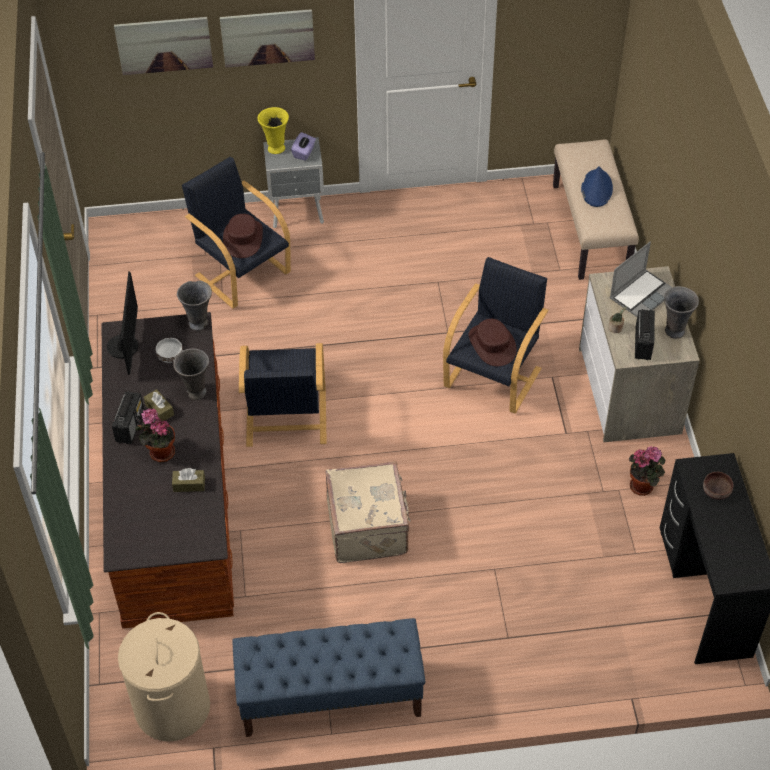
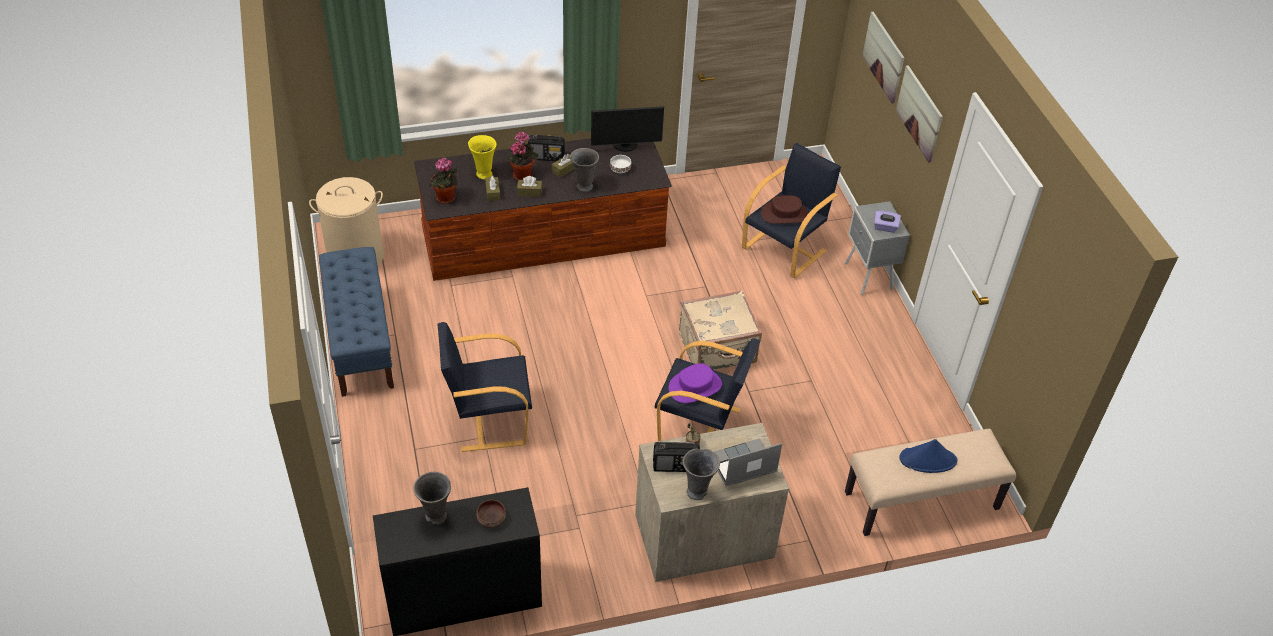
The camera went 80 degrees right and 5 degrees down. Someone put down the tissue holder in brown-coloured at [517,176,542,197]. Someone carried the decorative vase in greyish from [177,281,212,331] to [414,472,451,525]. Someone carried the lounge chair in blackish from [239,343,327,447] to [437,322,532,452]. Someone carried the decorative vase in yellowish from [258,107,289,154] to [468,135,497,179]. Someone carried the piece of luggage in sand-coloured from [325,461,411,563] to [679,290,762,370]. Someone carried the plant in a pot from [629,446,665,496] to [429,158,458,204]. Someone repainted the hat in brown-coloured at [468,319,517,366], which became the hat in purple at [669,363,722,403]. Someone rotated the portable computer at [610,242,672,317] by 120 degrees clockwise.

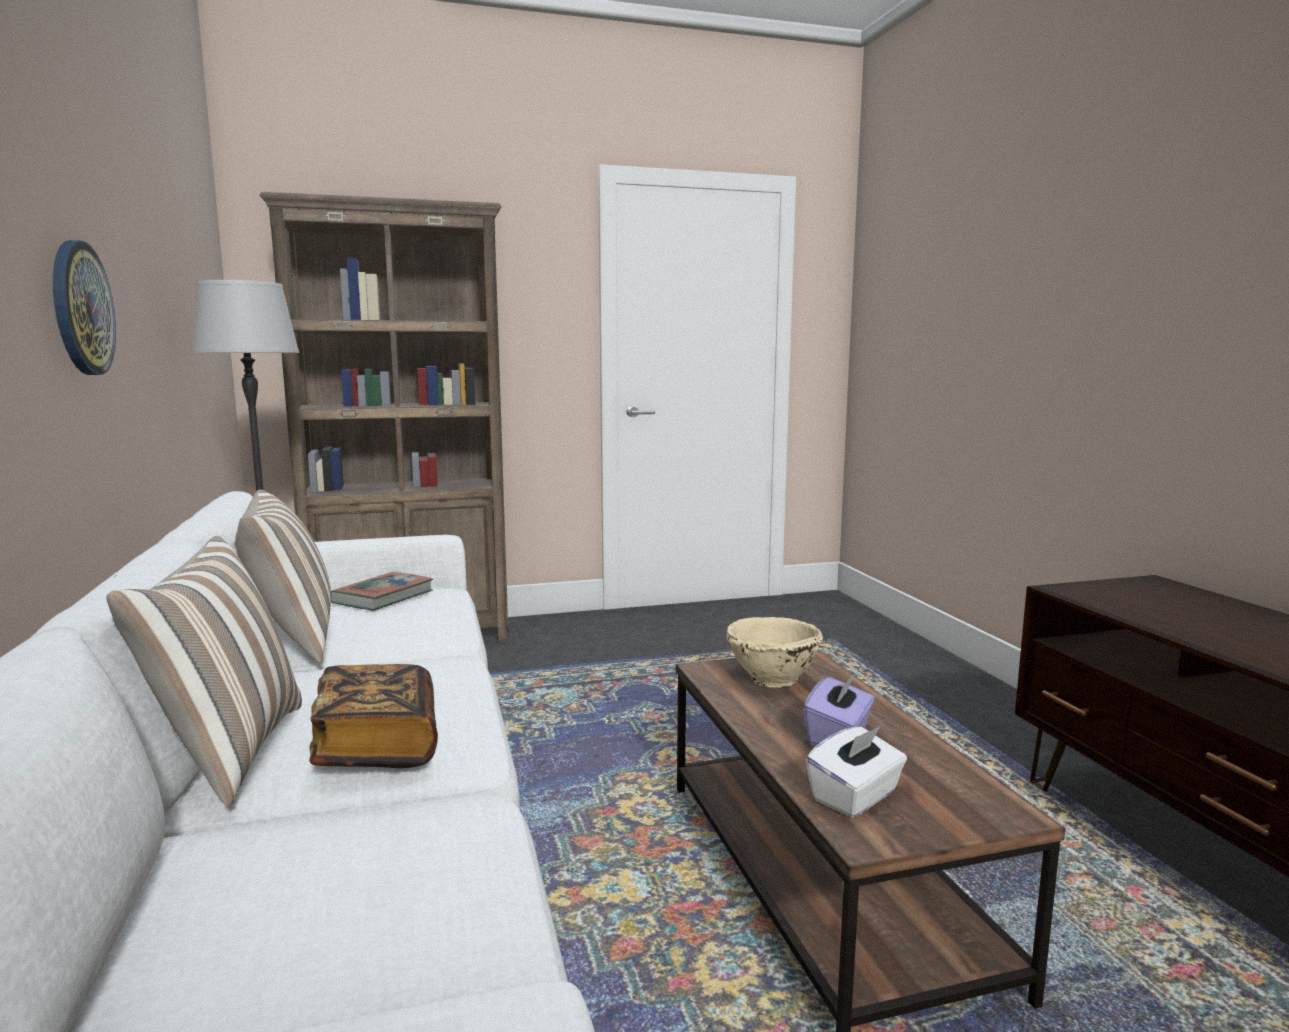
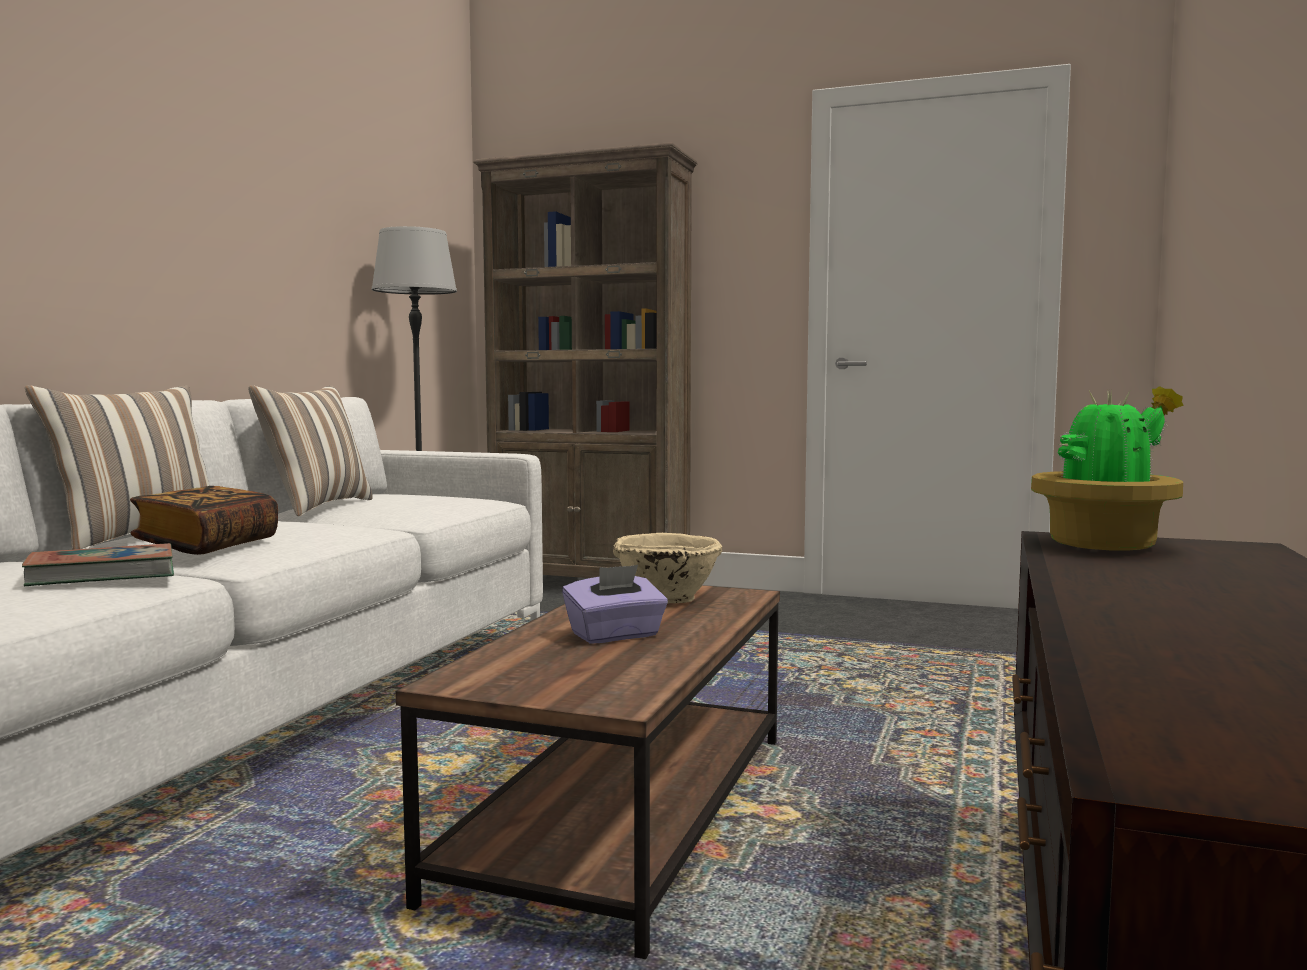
The camera went 35 degrees right and 5 degrees down. Someone took away the wall clock at [53,240,116,375]. Someone took away the tissue holder in whitish at [806,726,907,818]. Someone put down the plant in a pot at [1031,386,1184,551]. Someone carried the volume from [331,572,433,611] to [22,543,174,586].

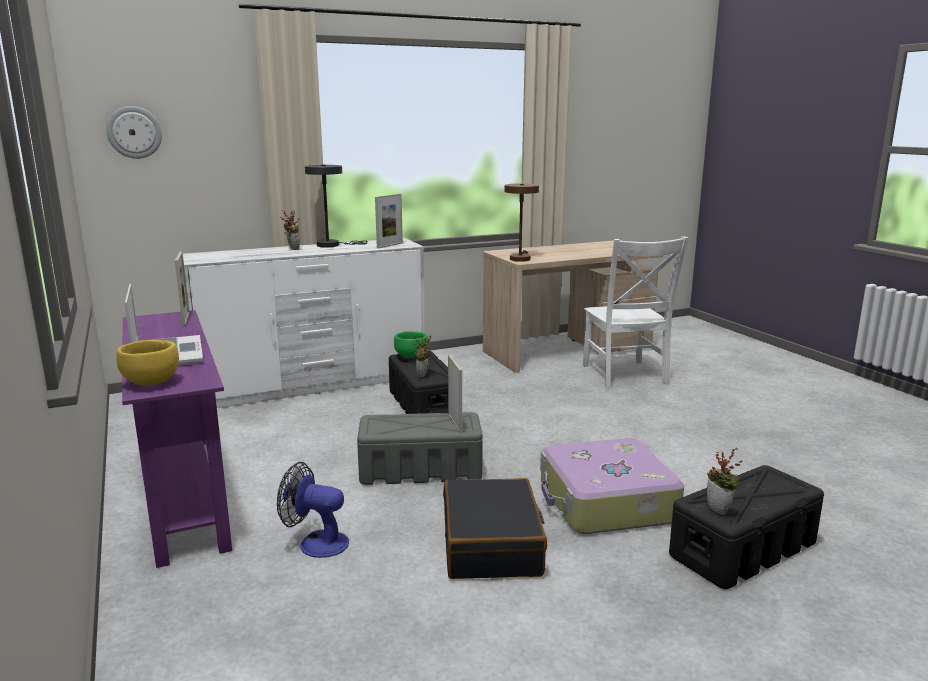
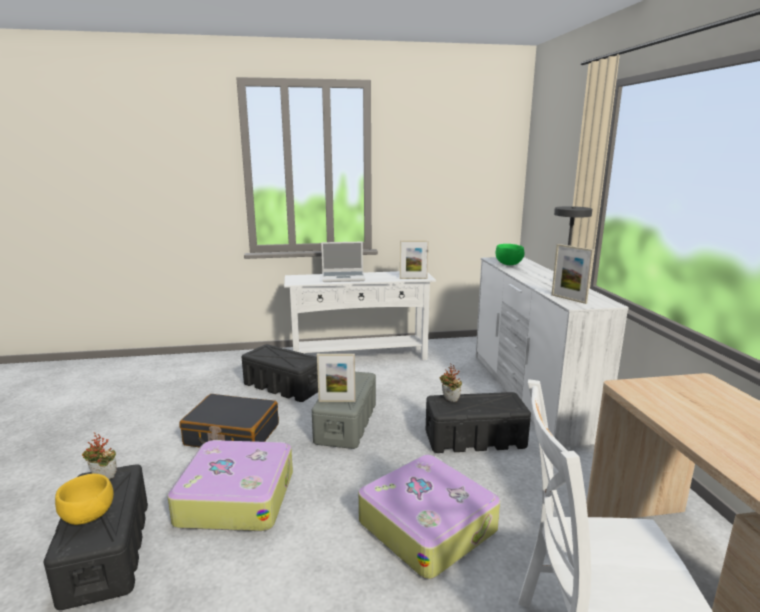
The camera went 105 degrees right and 0 degrees up. Someone took away the wall clock at [106,106,162,159]. Someone took away the plant in a pot at [280,210,300,250]. Someone took away the lamp for a table in brown-coloured at [504,184,539,262]. Someone put down the piece of luggage at [358,455,500,579]. Someone carried the serving bowl in yellowish from [117,340,179,385] to [55,474,114,525]. Someone carried the serving bowl in greenish from [394,331,429,359] to [495,244,524,265]. Someone swapped the cooling fan at [277,462,349,558] for the storage box in blackish at [242,344,318,402]. Someone repainted the hall table in purple at [122,310,232,568], which became the hall table in whitish at [284,271,436,360].

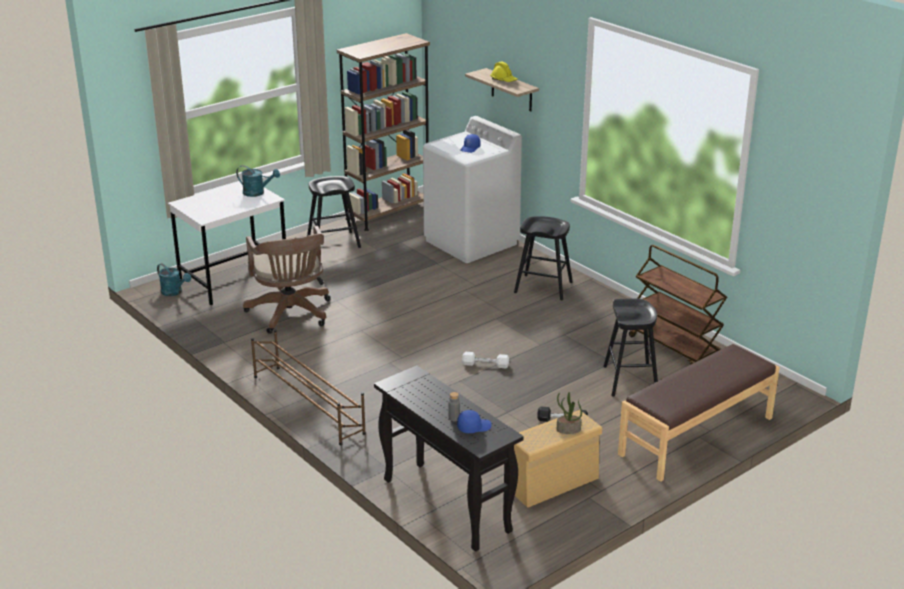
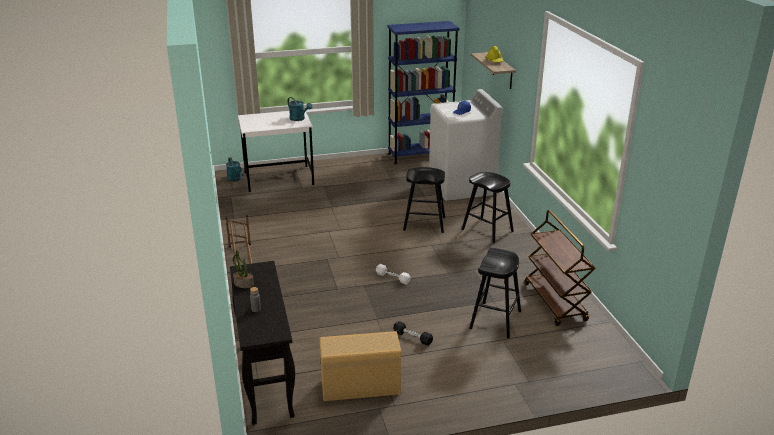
The camera went 25 degrees right and 0 degrees up. Someone took away the desk chair in brown-coloured at [243,226,331,334]. Someone took away the peaked cap in bluish at [457,410,492,433]. Someone took away the indoor bench in brown-coloured at [618,344,780,482]. Someone carried the stool in blackish from [307,176,361,248] to [403,167,445,233]. Someone carried the plant in a pot from [557,392,582,434] to [233,251,254,288]. Someone repainted the shelving unit in brown-coloured at [337,33,430,231], which became the shelving unit in bluish at [387,21,460,164].

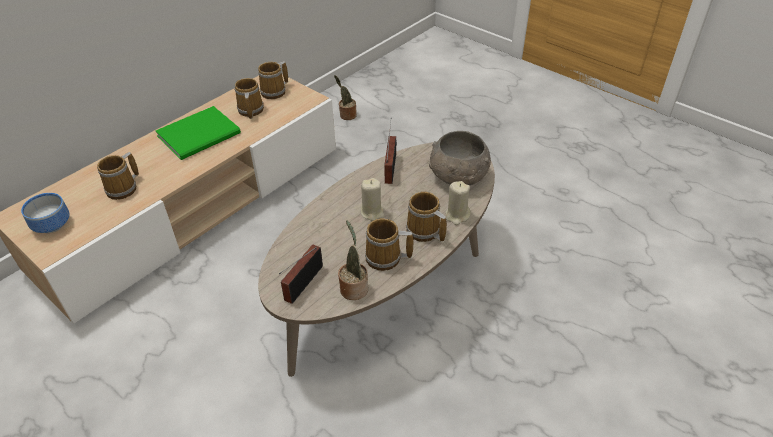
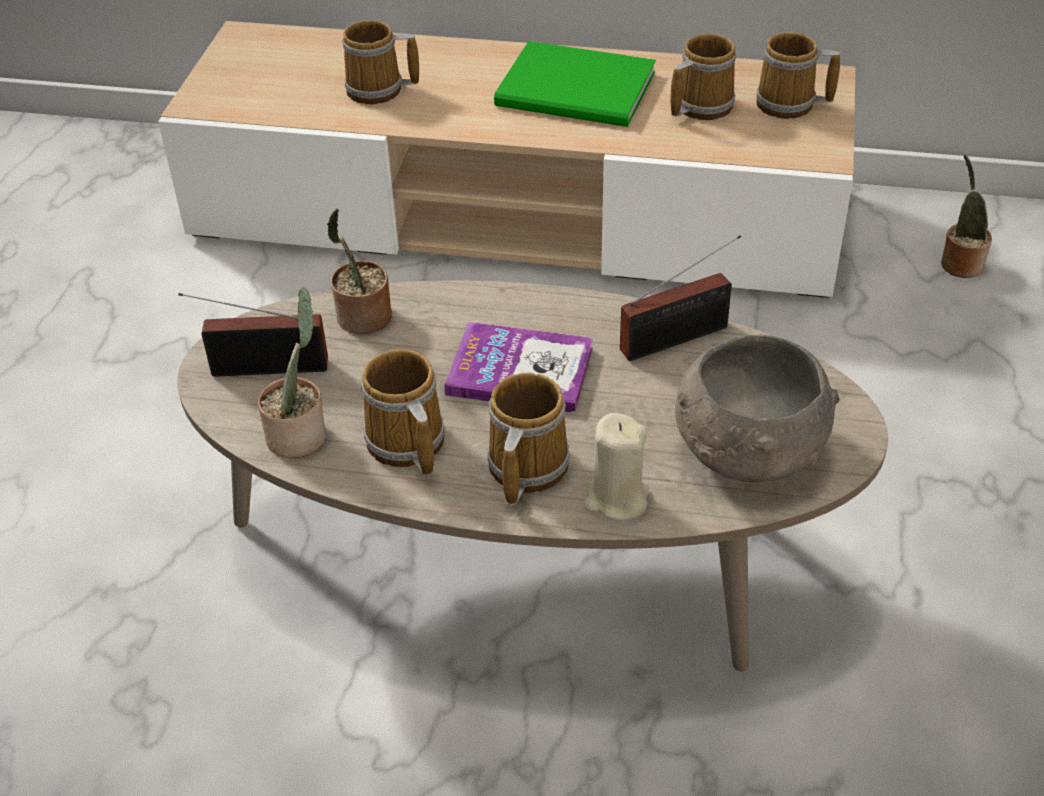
The camera went 60 degrees right and 0 degrees up. Someone took away the serving bowl at [21,193,70,233]. Someone put down the plant in a pot at [327,209,392,334]. Someone swapped the candle in sand-coloured at [361,178,385,221] for the volume at [444,322,593,413].

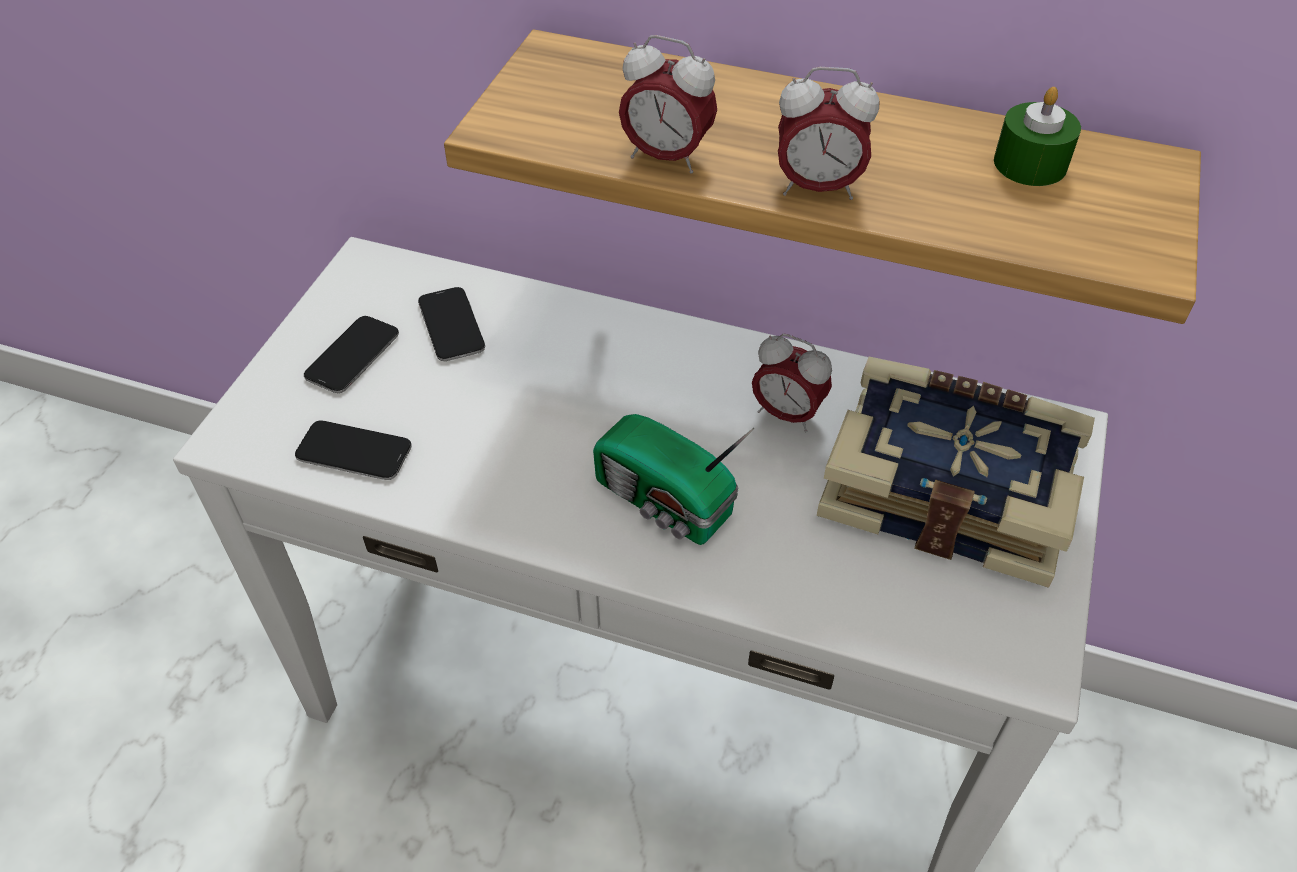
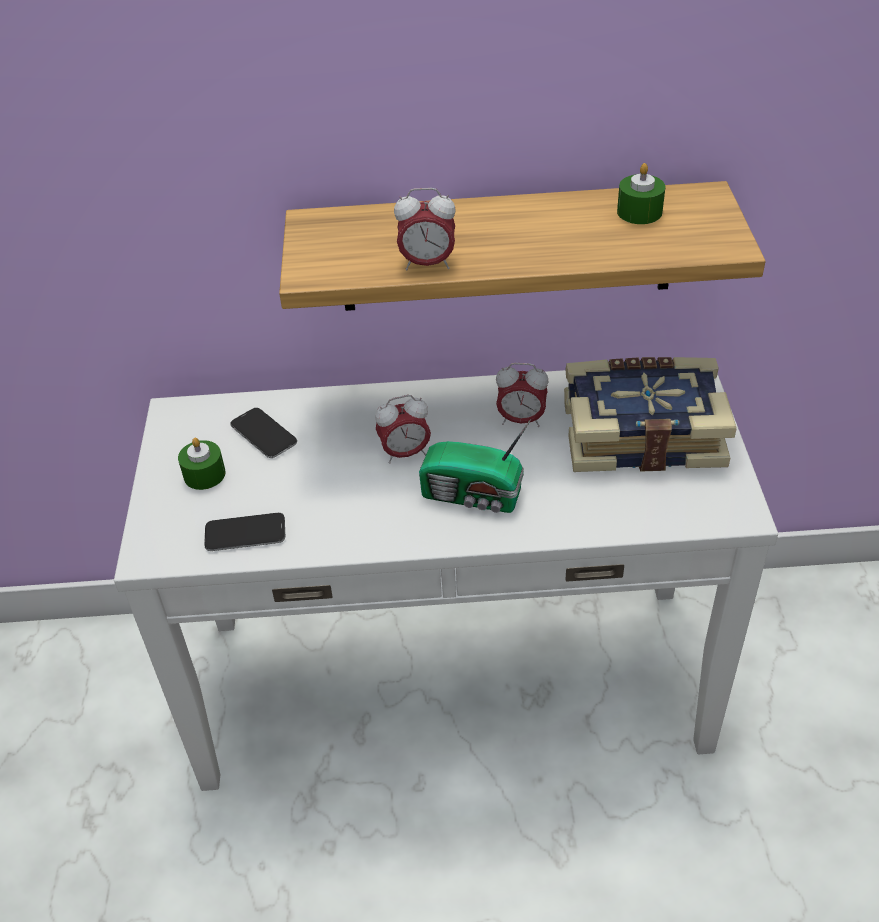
The camera went 20 degrees left and 5 degrees down. Someone carried the alarm clock from [778,67,879,200] to [375,395,431,464]. Someone swapped the phone at [304,316,399,393] for the candle in greenish at [178,438,226,490].

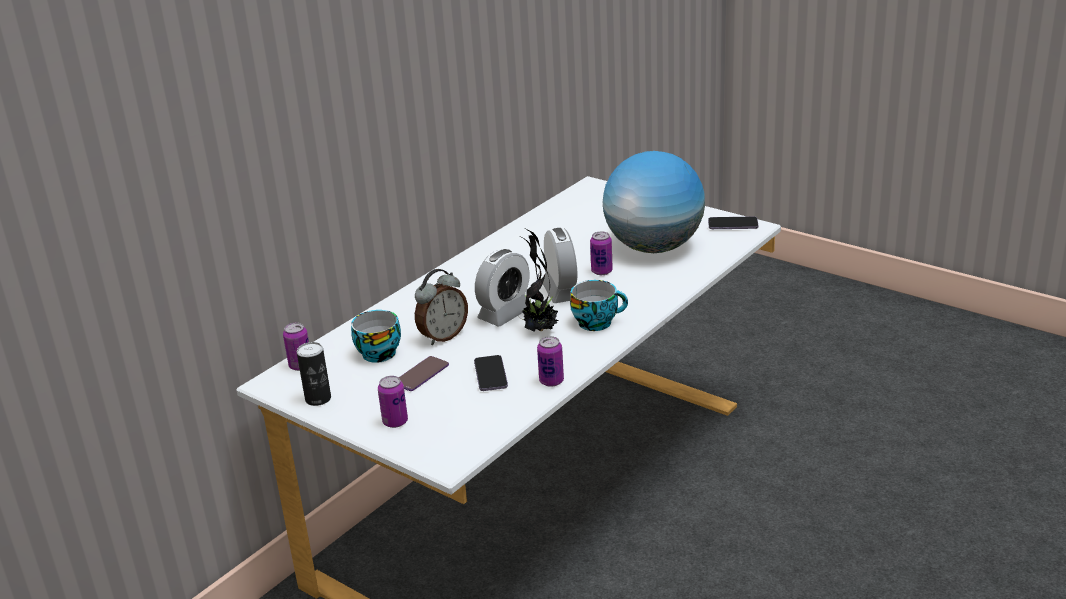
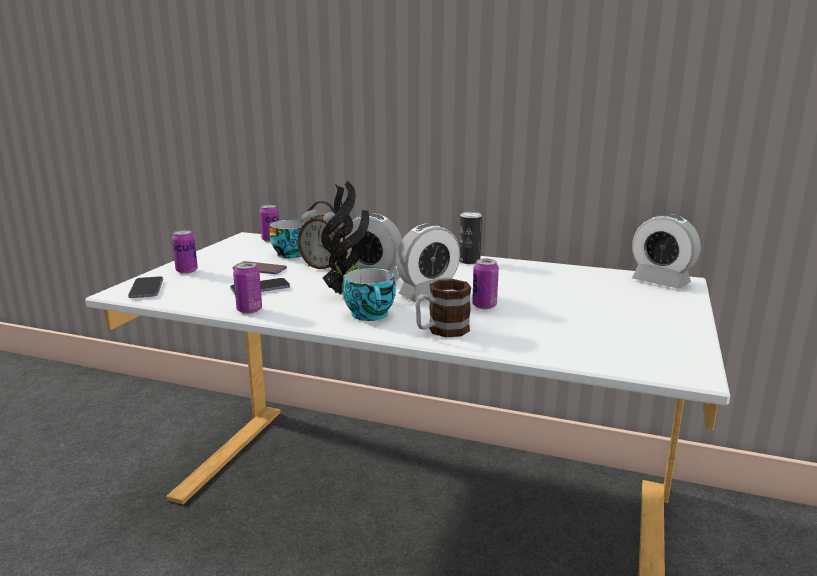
The camera went 70 degrees right and 10 degrees down. Someone took away the desk globe at [603,151,705,253]. Someone put down the tea mug at [415,279,471,337]. Someone put down the alarm clock at [632,214,701,289]. Someone carried the can from [297,342,331,406] to [460,212,482,264]. Someone carried the phone from [708,217,758,229] to [128,276,163,298].

